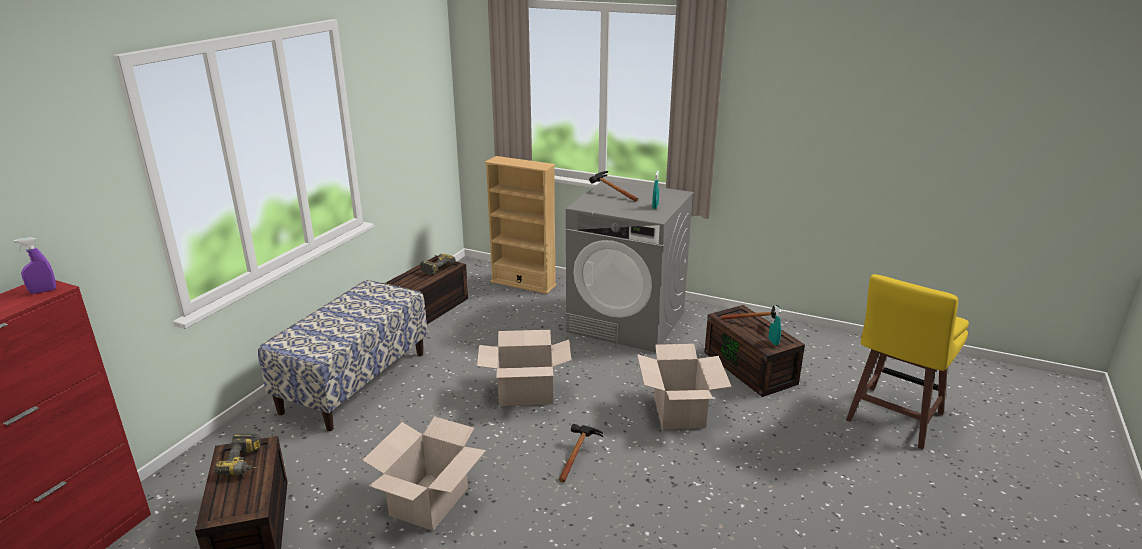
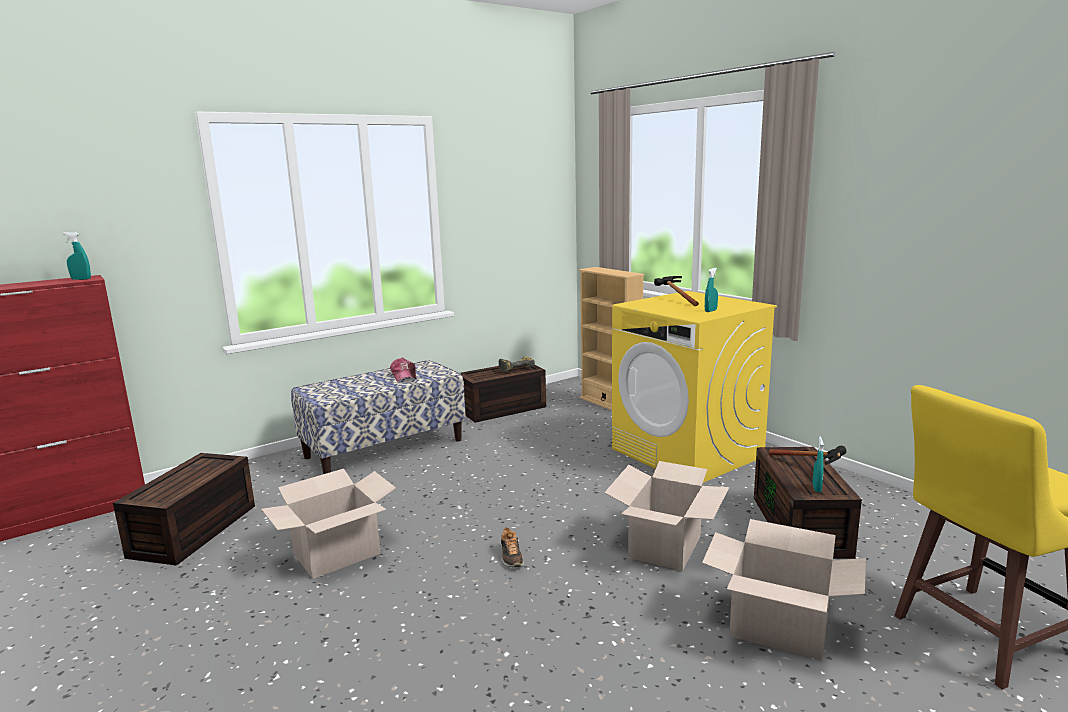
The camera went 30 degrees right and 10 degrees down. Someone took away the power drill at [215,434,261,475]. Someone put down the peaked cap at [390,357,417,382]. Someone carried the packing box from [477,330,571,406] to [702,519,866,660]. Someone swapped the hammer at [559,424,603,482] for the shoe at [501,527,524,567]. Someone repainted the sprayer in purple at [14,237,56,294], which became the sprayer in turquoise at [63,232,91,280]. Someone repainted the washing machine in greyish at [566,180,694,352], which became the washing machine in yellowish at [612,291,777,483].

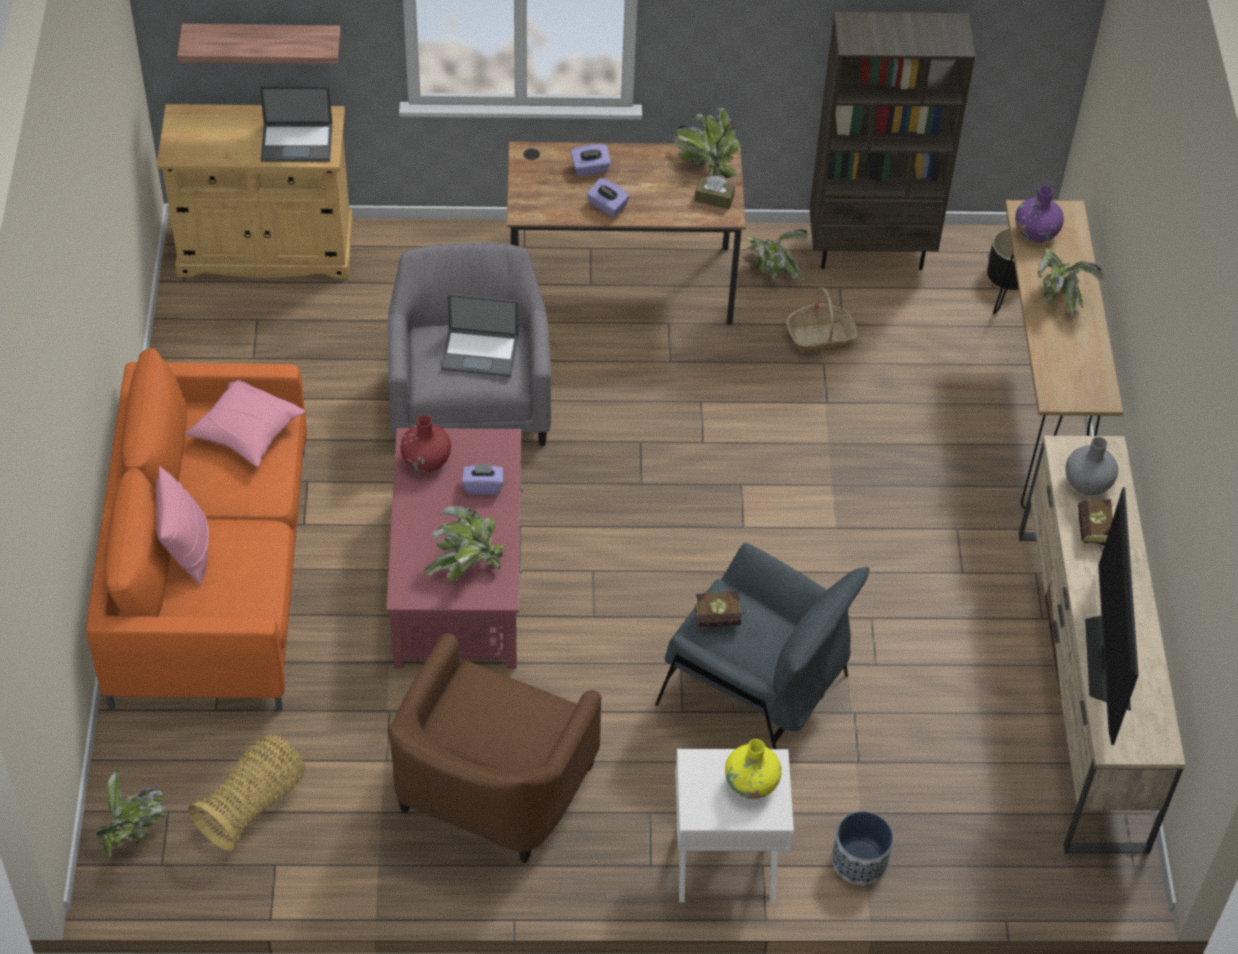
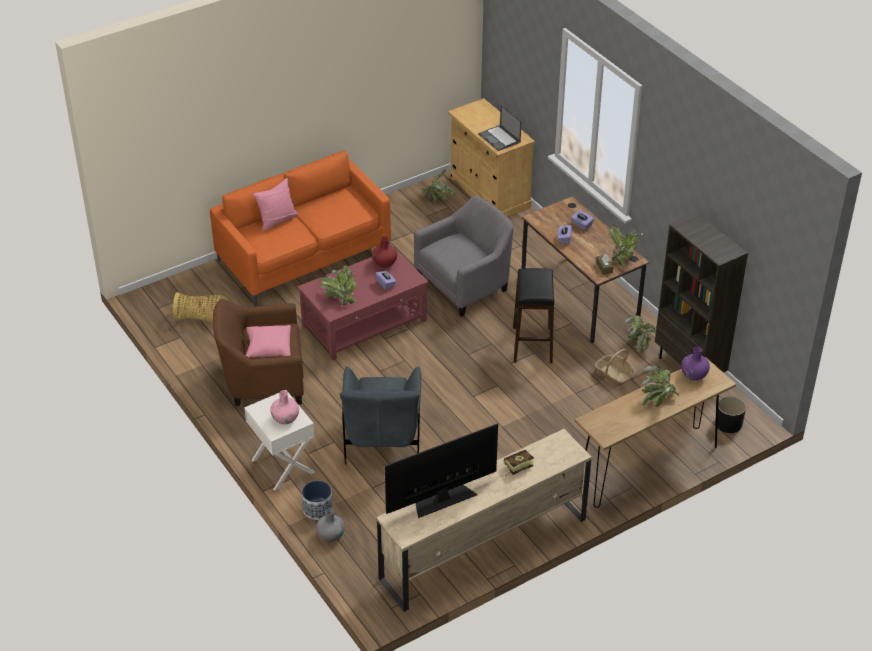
The camera went 60 degrees right and 10 degrees down. Someone took away the shelf at [177,24,341,64]. Someone took away the portable computer at [441,294,518,377]. Someone took away the volume at [695,589,749,627]. Someone put down the stool in blackish at [513,268,554,363]. Someone carried the plant in a pot from [96,768,167,859] to [420,170,457,201]. Someone carried the pillow in pink-coloured from [186,380,305,467] to [246,325,291,358]. Someone carried the decorative vase in greyish from [1065,437,1118,495] to [316,508,345,542]. Someone repainted the decorative vase in yellowish at [725,739,782,799], which became the decorative vase in pink-coloured at [270,390,299,424].

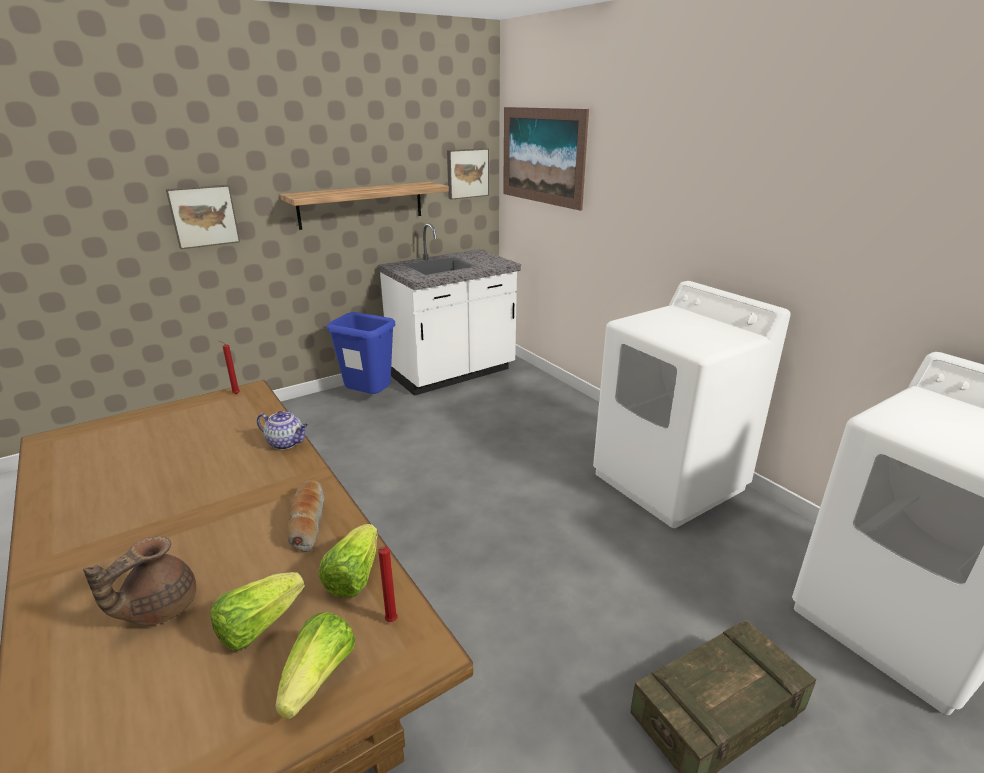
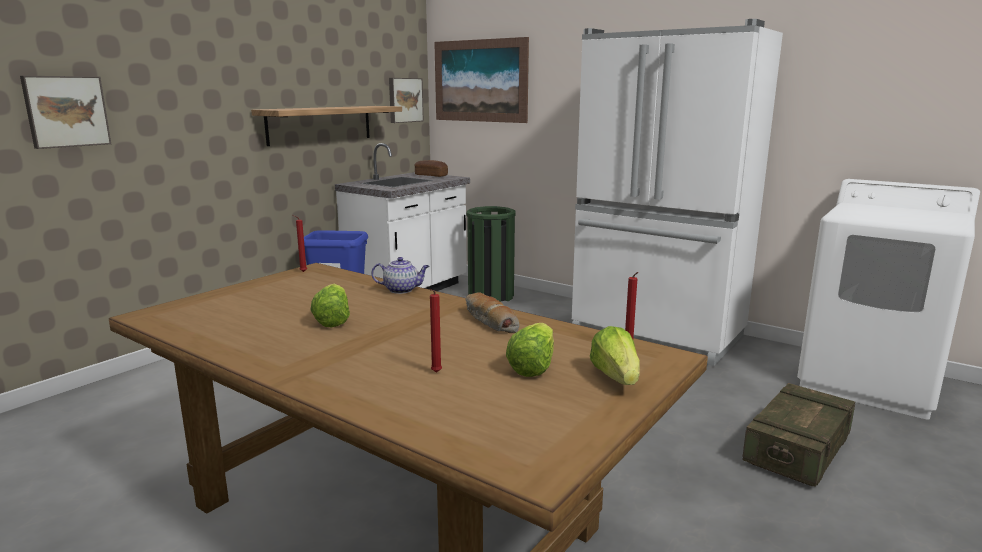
The camera went 20 degrees left and 10 degrees down. Someone put down the bakery bread at [414,160,448,177]. Someone put down the waste bin in greenish at [466,206,515,302]. Someone carried the wall art from [166,185,240,249] to [20,76,111,149]. Someone carried the lettuce from [318,524,378,597] to [310,284,350,327]. Someone swapped the pot for tea in brown-coloured at [83,536,196,626] for the candle in red-coloured at [429,289,442,373]. Someone swapped the washing machine in whitish at [593,281,791,528] for the kitchen fridge in whitish at [572,19,783,366].

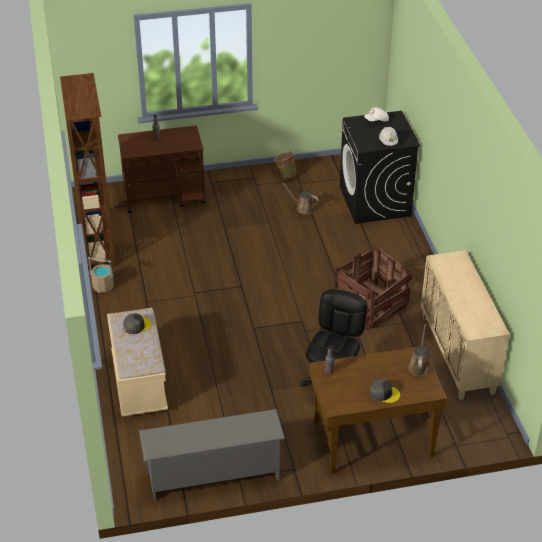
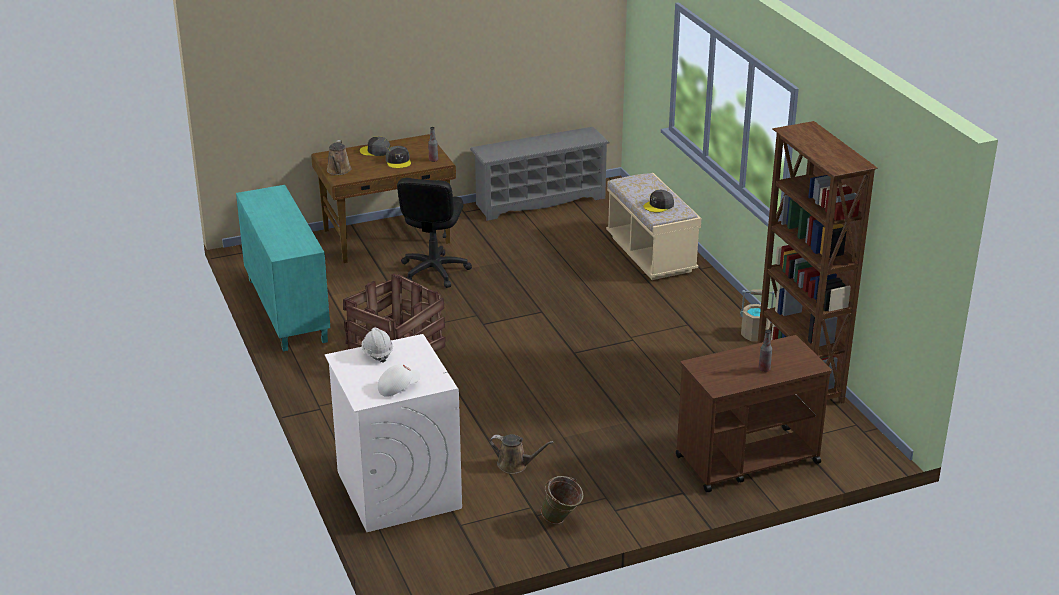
The camera went 170 degrees right and 10 degrees down. Someone put down the peaked cap in greyish at [386,146,411,168]. Someone repainted the washing machine in blackish at [340,111,420,224], which became the washing machine in whitish at [325,334,462,532]. Someone repainted the storage cabinet in sand-coloured at [421,250,510,400], which became the storage cabinet in turquoise at [236,185,330,351].

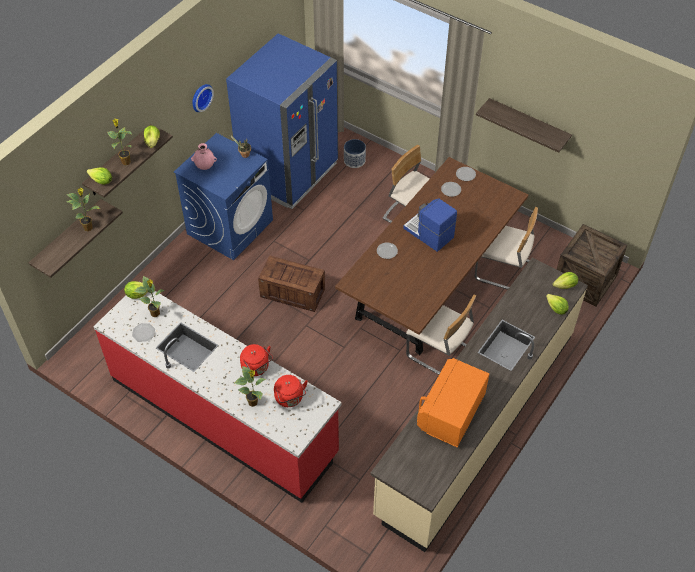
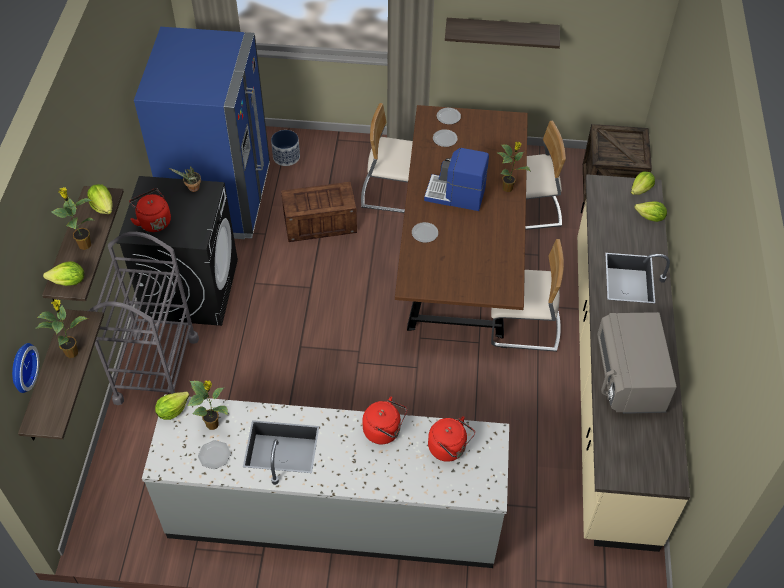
The camera went 30 degrees left and 0 degrees up. Someone put down the cart in greyish at [88,232,199,405]. Someone carried the wall clock from [193,84,214,112] to [12,343,39,393]. Someone carried the plant in a pot from [235,366,266,407] to [496,142,531,192]. Someone carried the packing crate from [258,256,325,312] to [281,182,357,242]. Someone swapped the decorative vase in pink-coloured at [191,143,217,170] for the tea kettle in red-coloured at [129,188,171,232]. Someone repainted the kitchen base unit in red-coloured at [93,291,342,503], which became the kitchen base unit in greyish at [142,394,509,568]. Someone repainted the washing machine in bluish at [174,133,273,260], which became the washing machine in blackish at [117,176,238,326]. Someone repainted the microwave oven in orange at [417,358,489,448], which became the microwave oven in greyish at [597,312,677,414].

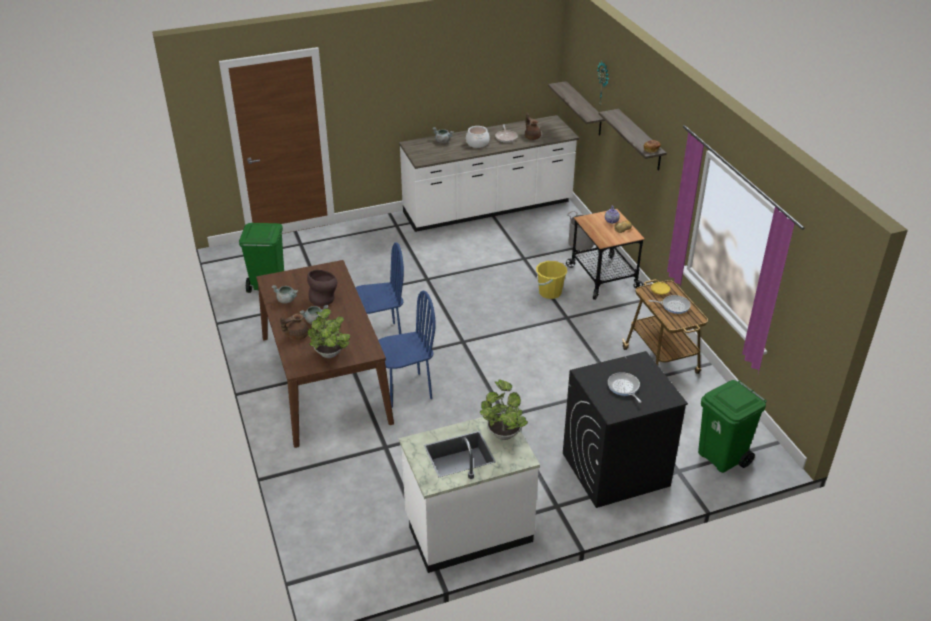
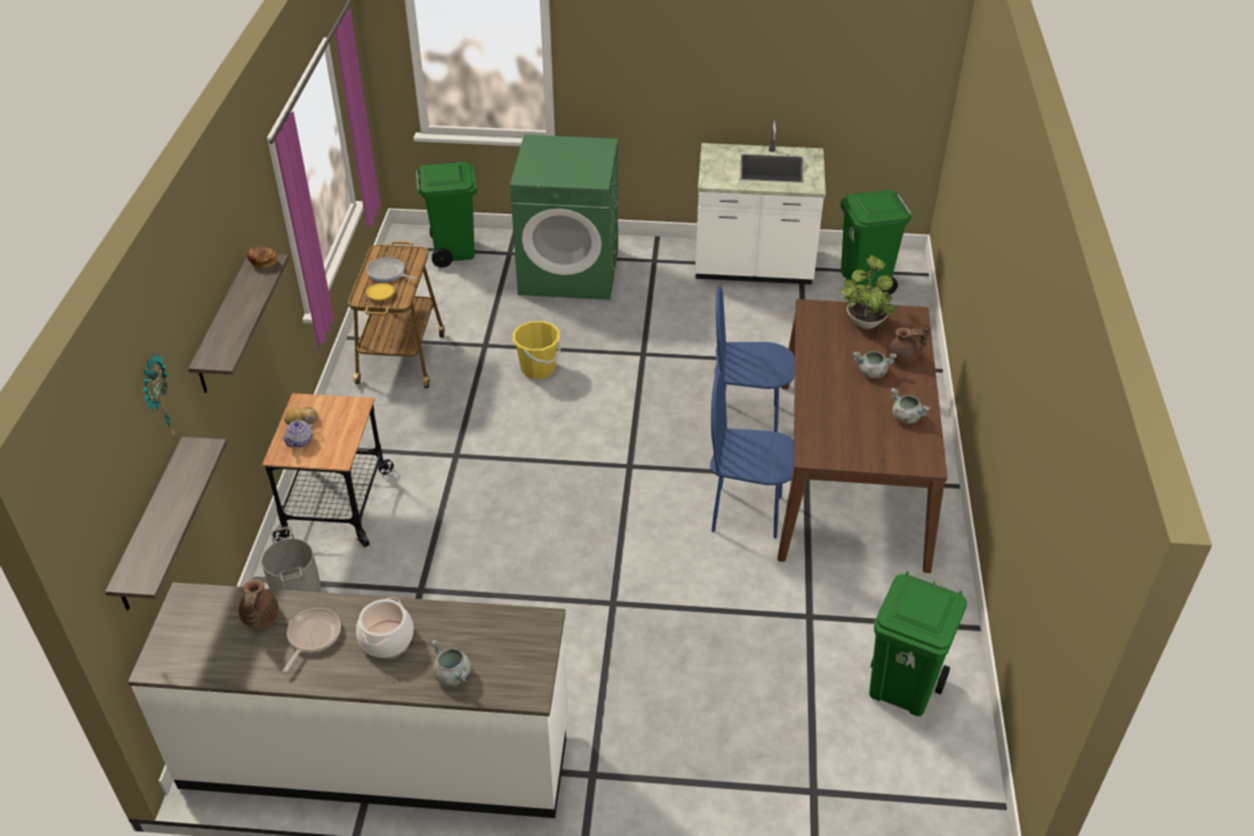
The camera went 155 degrees left and 5 degrees up. Someone took away the decorative vase in brown-coloured at [307,270,337,306]. Someone took away the plant in a pot at [480,379,528,440]. Someone took away the pan at [608,372,642,403]. Someone put down the waste bin in greenish at [840,190,913,296]. Someone carried the pail in yellowish from [536,261,567,299] to [513,321,561,379]. Someone repainted the washing machine in blackish at [563,351,688,508], which became the washing machine in greenish at [510,135,618,300].

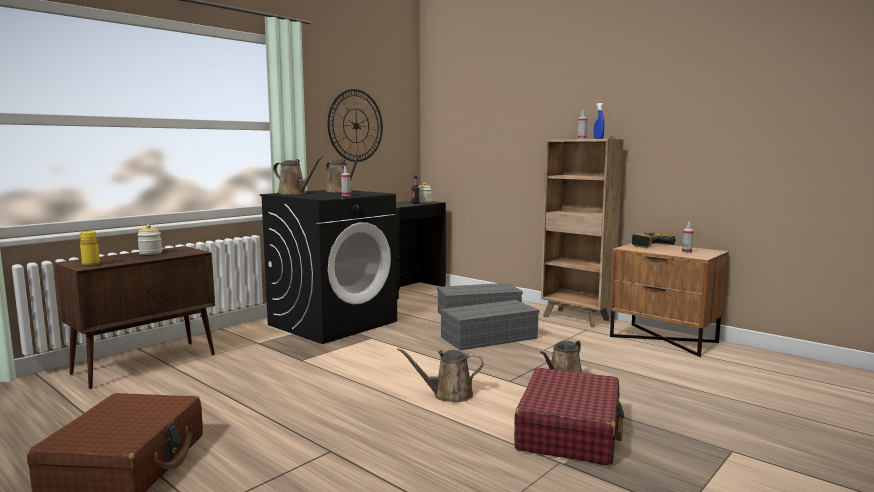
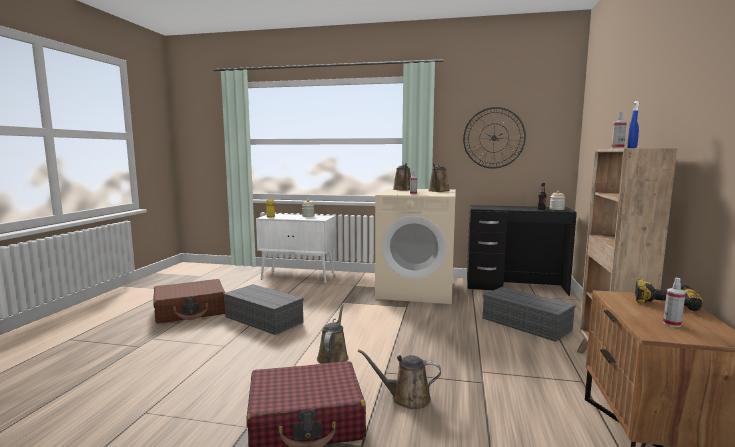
The camera went 60 degrees right and 0 degrees up. Someone carried the storage box in greyish from [440,300,539,350] to [223,284,303,335]. Someone repainted the storage cabinet in brown-coloured at [54,246,215,389], which became the storage cabinet in whitish at [256,214,336,284]. Someone repainted the washing machine in blackish at [260,190,397,344], which became the washing machine in sand-coloured at [375,188,456,304]. Someone rotated the watering can in brown-coloured at [397,348,483,402] by 45 degrees clockwise.

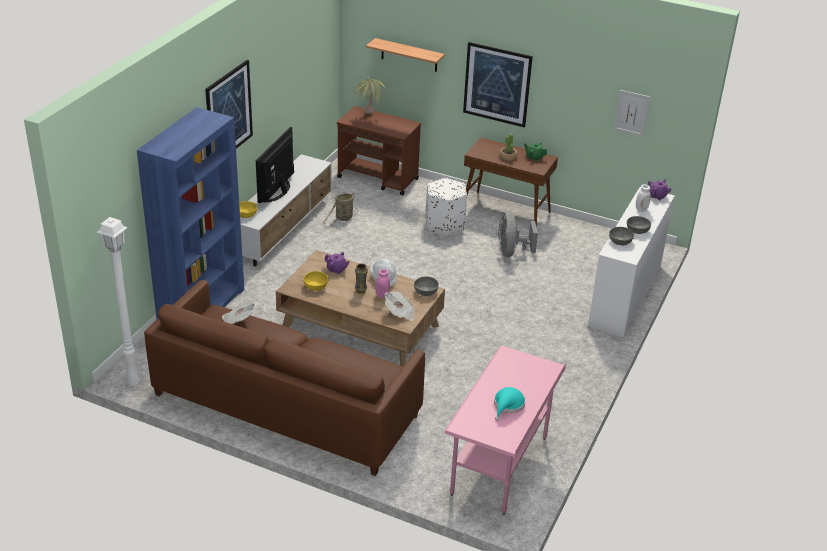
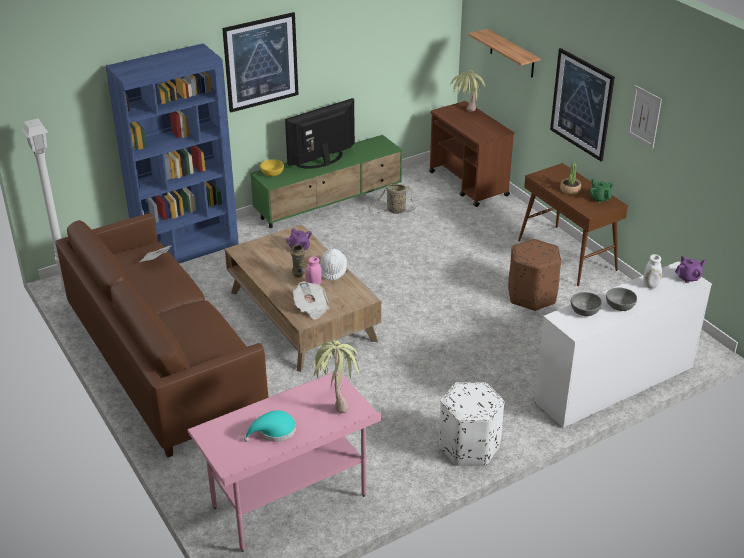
The camera went 35 degrees right and 0 degrees up. Someone took away the serving bowl in yellowish at [303,271,328,291]. Someone took away the serving bowl in greyish at [414,277,439,296]. Someone put down the plant in a pot at [311,340,359,413]. Someone carried the footrest in whitish from [425,178,467,237] to [439,382,504,466]. Someone carried the wall art from [614,90,650,137] to [627,85,662,149]. Someone swapped the cooling fan in greyish at [498,211,538,257] for the footrest in brown-coloured at [508,239,561,311]. Someone repainted the tv stand in whitish at [240,154,332,266], which became the tv stand in greenish at [250,135,402,228].

